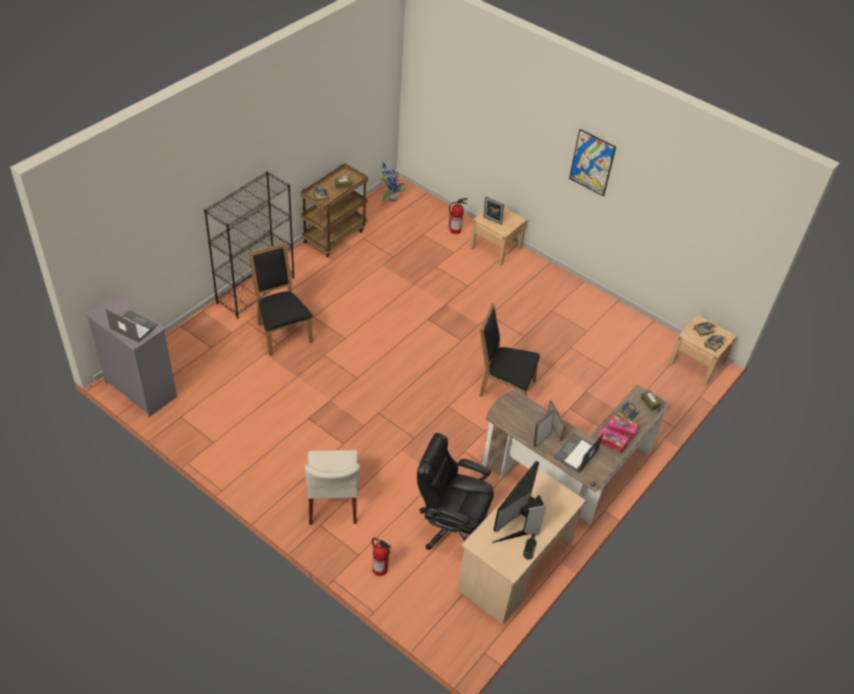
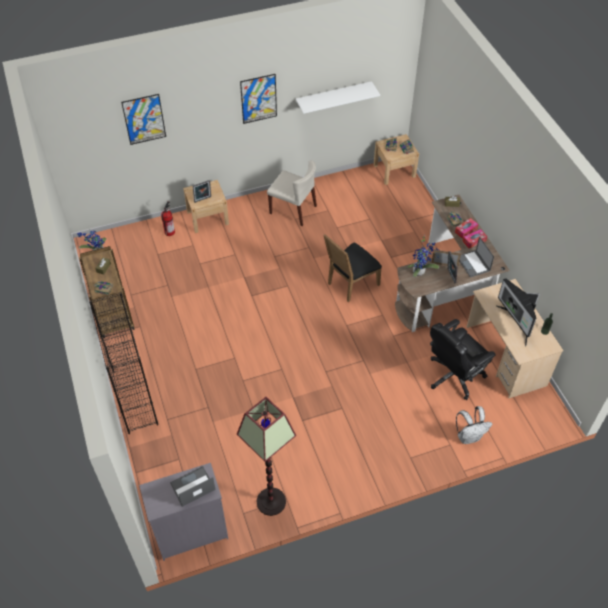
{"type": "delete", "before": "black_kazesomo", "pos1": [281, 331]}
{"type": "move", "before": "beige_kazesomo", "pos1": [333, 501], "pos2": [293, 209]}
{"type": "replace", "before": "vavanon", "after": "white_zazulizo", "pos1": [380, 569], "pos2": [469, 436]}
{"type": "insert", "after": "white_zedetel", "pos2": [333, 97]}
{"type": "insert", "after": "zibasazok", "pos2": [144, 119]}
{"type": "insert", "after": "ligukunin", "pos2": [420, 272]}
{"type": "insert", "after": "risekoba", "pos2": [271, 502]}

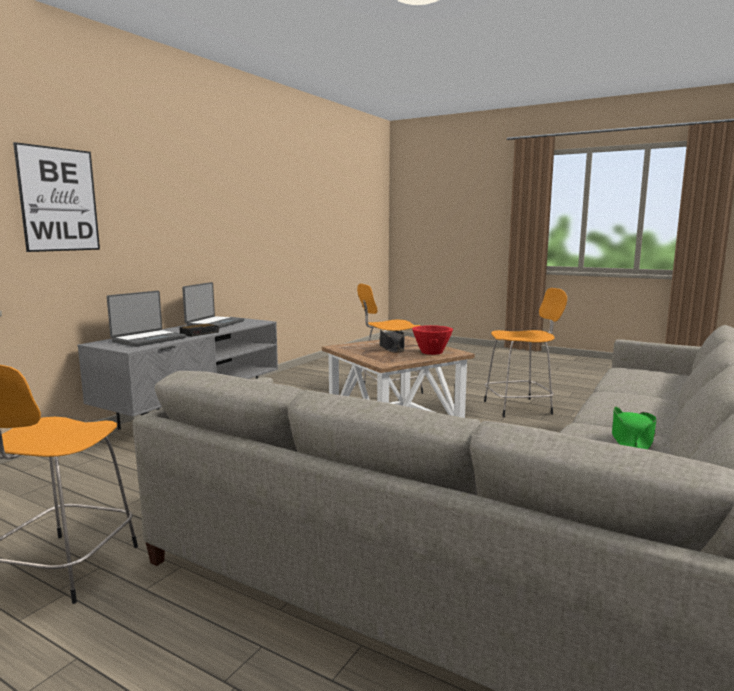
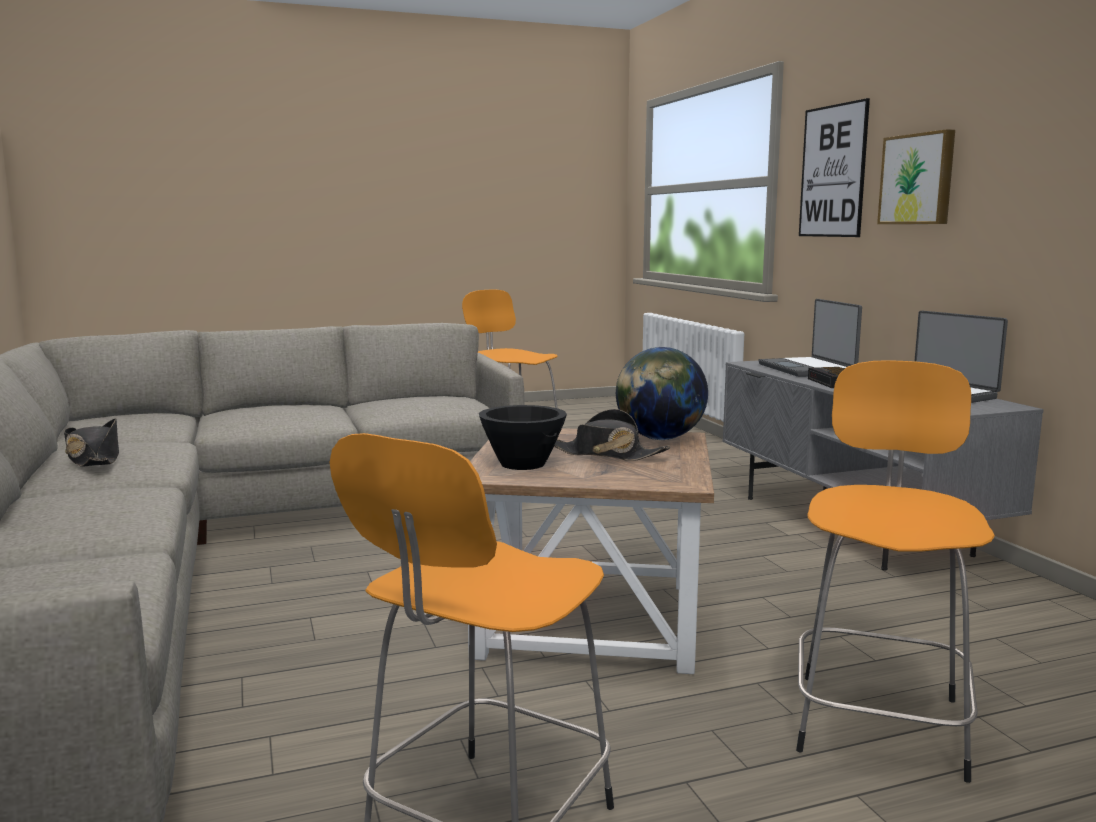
{"type": "recolor", "before": "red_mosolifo", "after": "black_mosolifo", "pos1": [432, 352], "pos2": [522, 464]}
{"type": "recolor", "before": "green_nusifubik", "after": "black_nusifubik", "pos1": [631, 440], "pos2": [94, 458]}
{"type": "insert", "after": "zibasazok", "pos2": [918, 179]}
{"type": "insert", "after": "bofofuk", "pos2": [660, 438]}

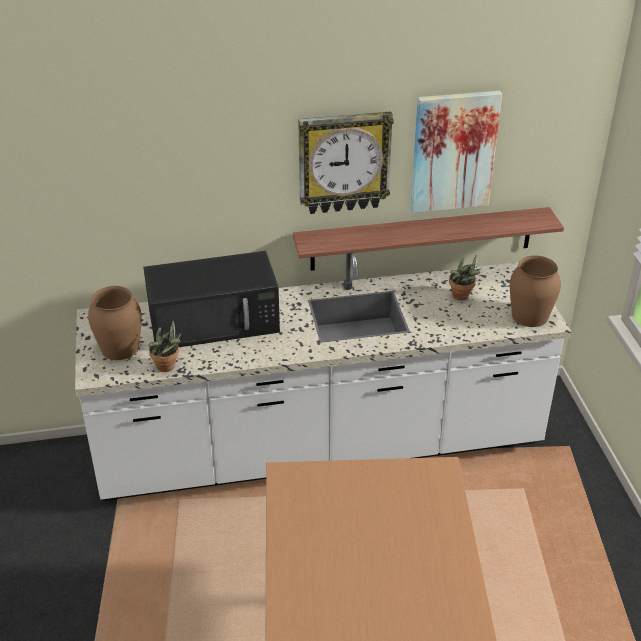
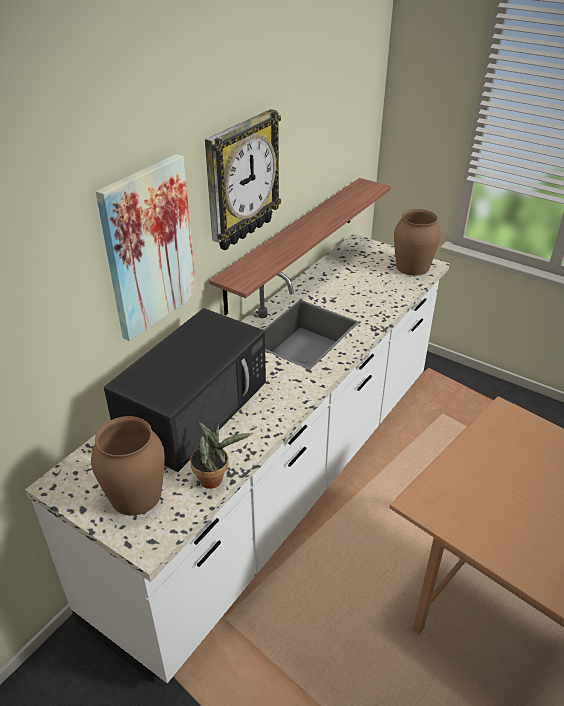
{"type": "move", "before": "zibasazok", "pos1": [453, 151], "pos2": [148, 248]}
{"type": "delete", "before": "ligukunin", "pos1": [463, 297]}

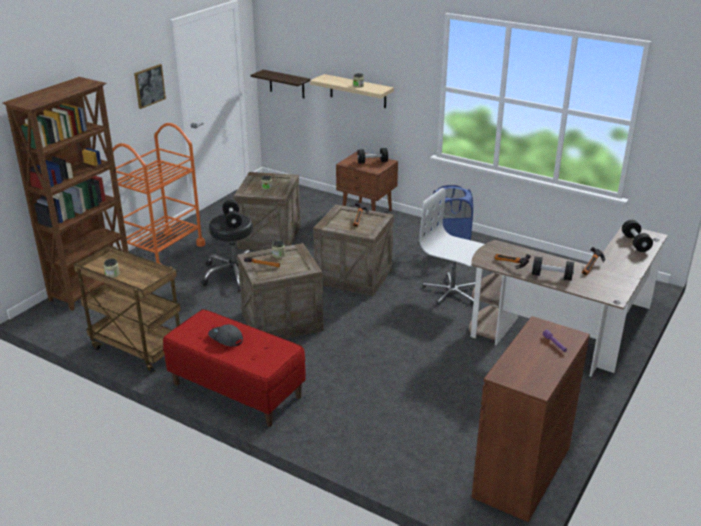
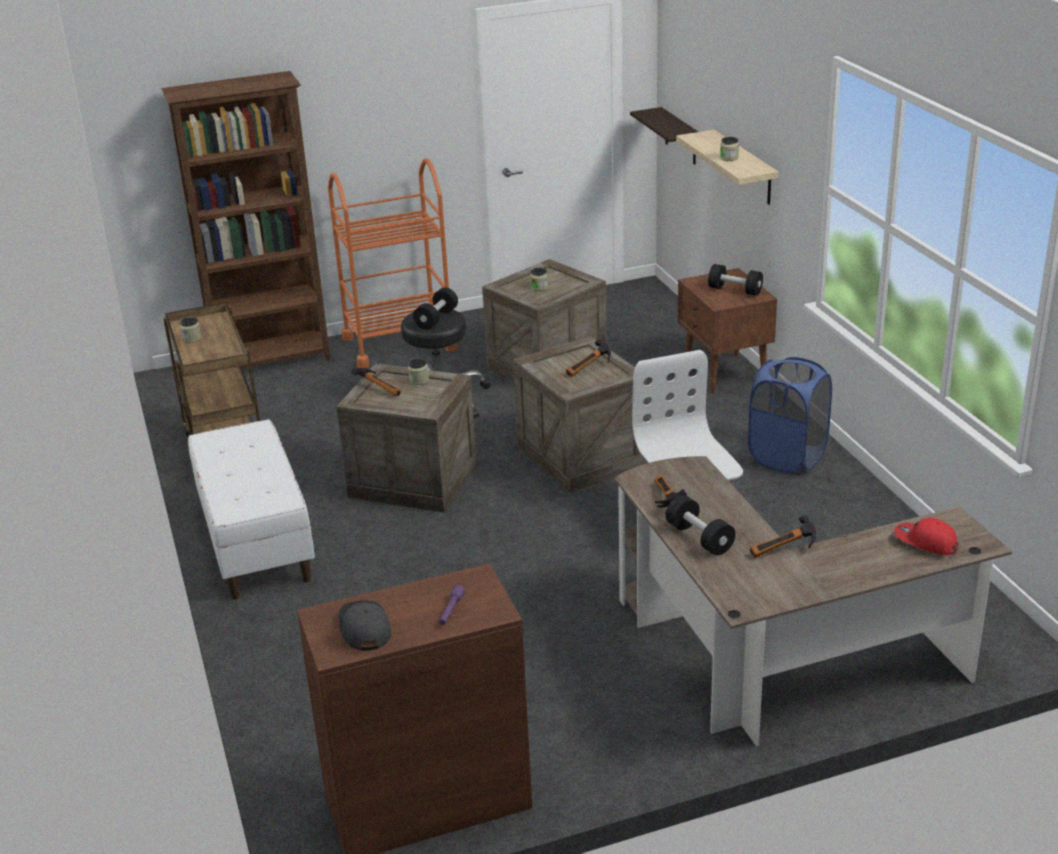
{"type": "delete", "before": "zibasazok", "pos1": [149, 86]}
{"type": "replace", "before": "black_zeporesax", "after": "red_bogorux", "pos1": [635, 243], "pos2": [925, 542]}
{"type": "recolor", "before": "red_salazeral", "after": "white_salazeral", "pos1": [236, 390], "pos2": [255, 542]}
{"type": "move", "before": "grey_bogorux", "pos1": [225, 338], "pos2": [364, 628]}

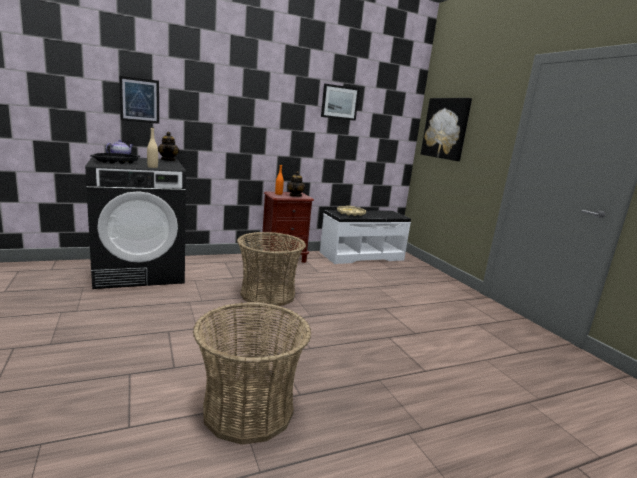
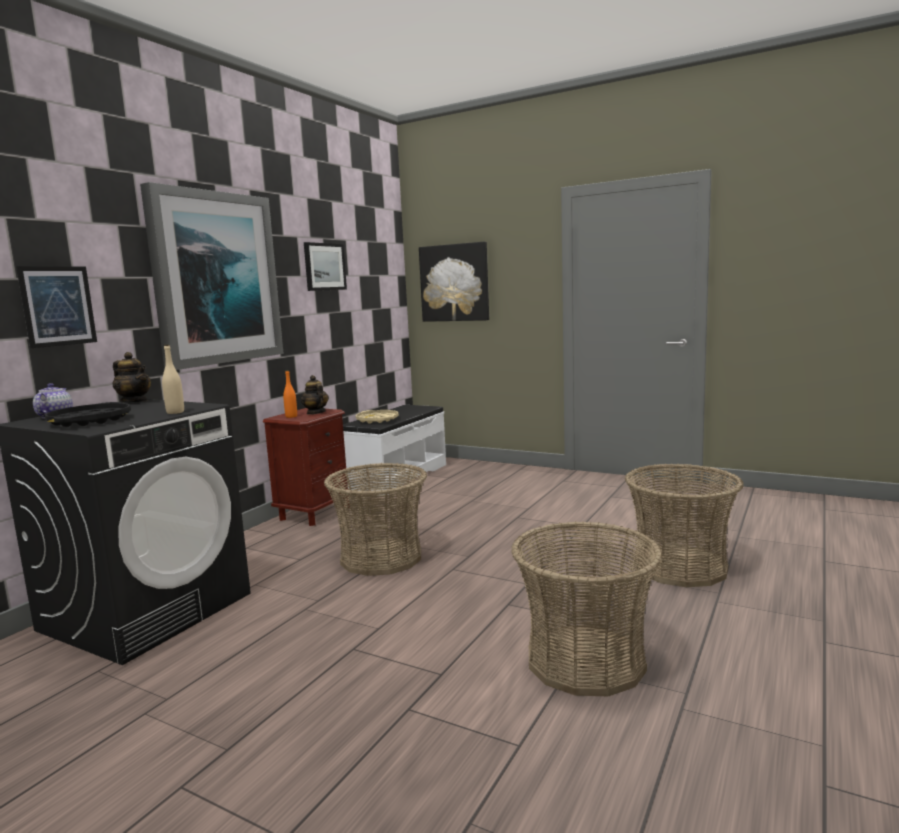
{"type": "insert", "after": "zibasazok", "pos2": [215, 278]}
{"type": "insert", "after": "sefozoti", "pos2": [680, 567]}

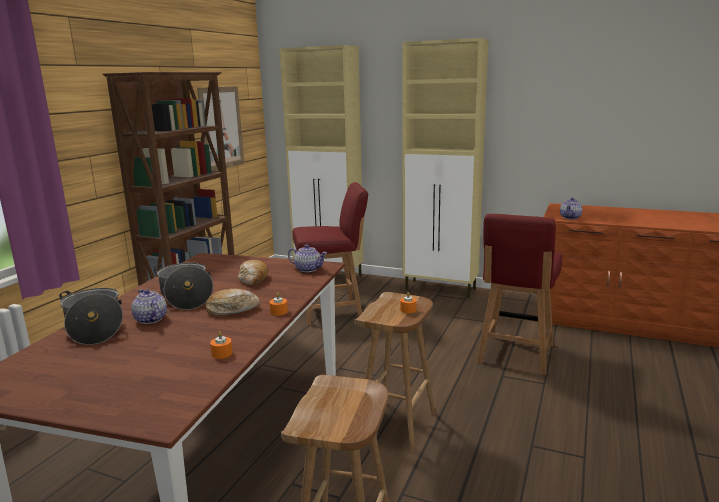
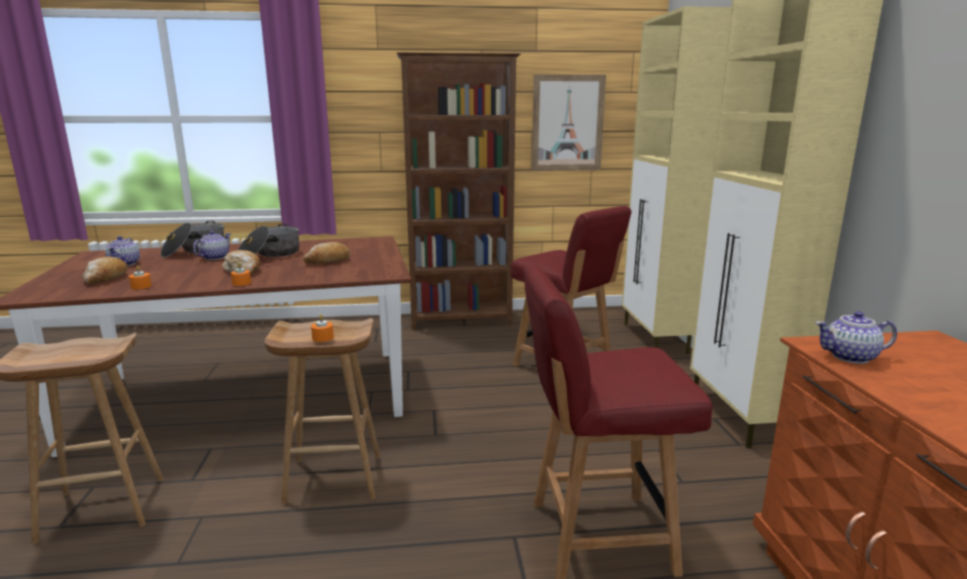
{"type": "move", "before": "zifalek", "pos1": [308, 269], "pos2": [125, 264]}
{"type": "insert", "after": "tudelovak", "pos2": [105, 278]}

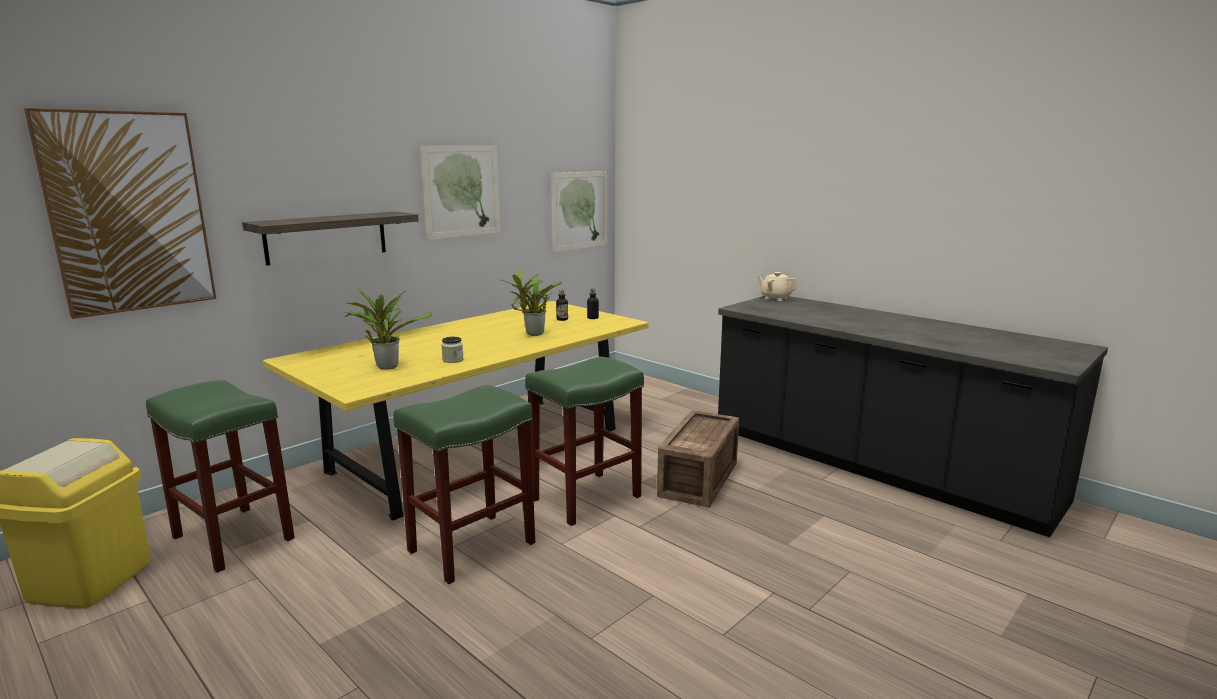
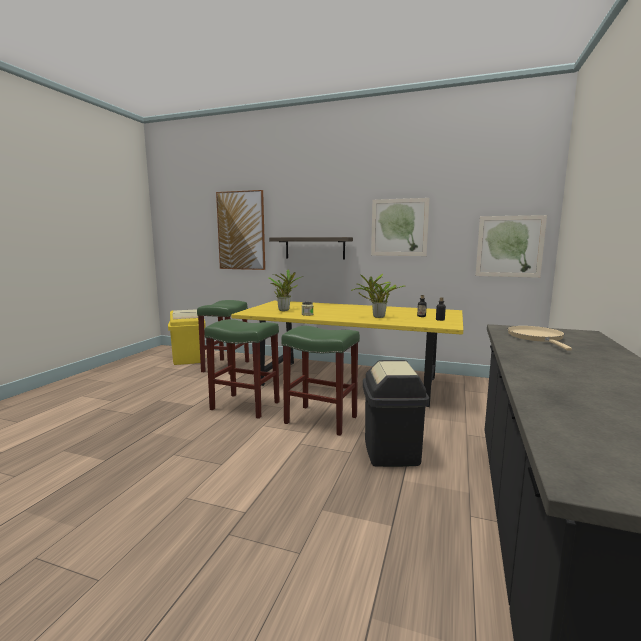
{"type": "delete", "before": "beige_zifalek", "pos1": [775, 298]}
{"type": "replace", "before": "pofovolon", "after": "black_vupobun", "pos1": [701, 479], "pos2": [392, 452]}
{"type": "insert", "after": "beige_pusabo", "pos2": [536, 338]}

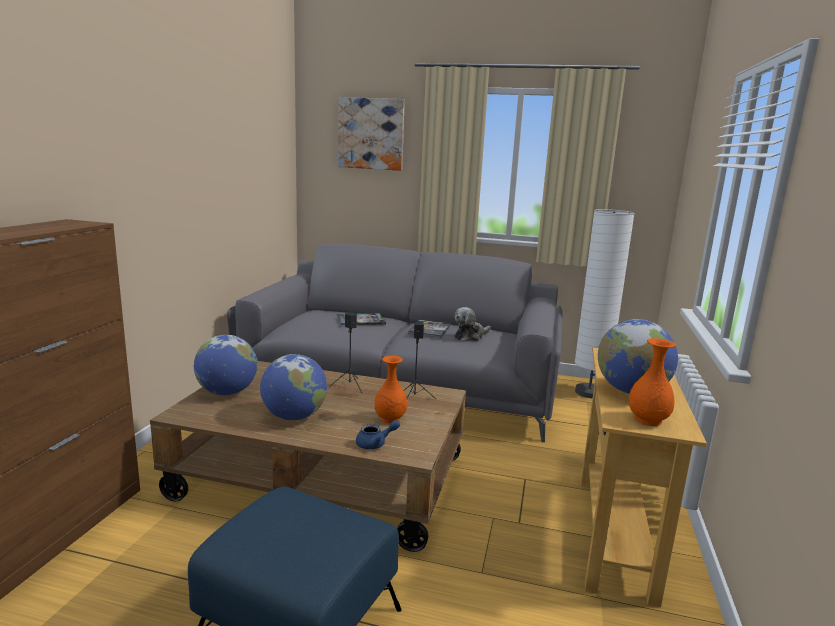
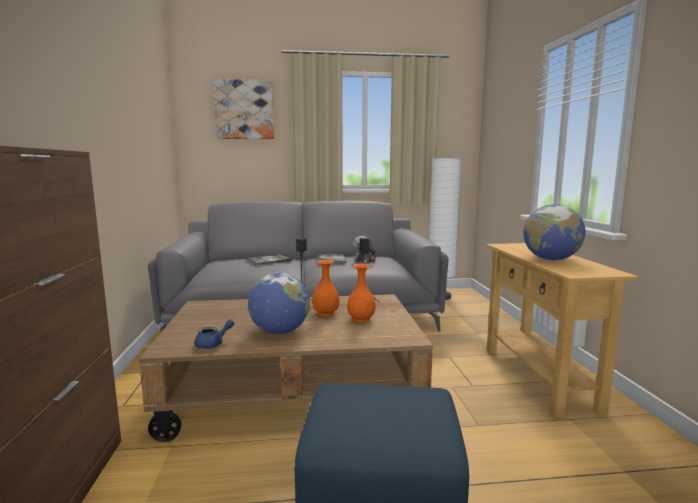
{"type": "delete", "before": "bofofuk", "pos1": [227, 392]}
{"type": "move", "before": "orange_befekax", "pos1": [648, 420], "pos2": [326, 313]}
{"type": "move", "before": "blue_zifalek", "pos1": [375, 444], "pos2": [213, 344]}

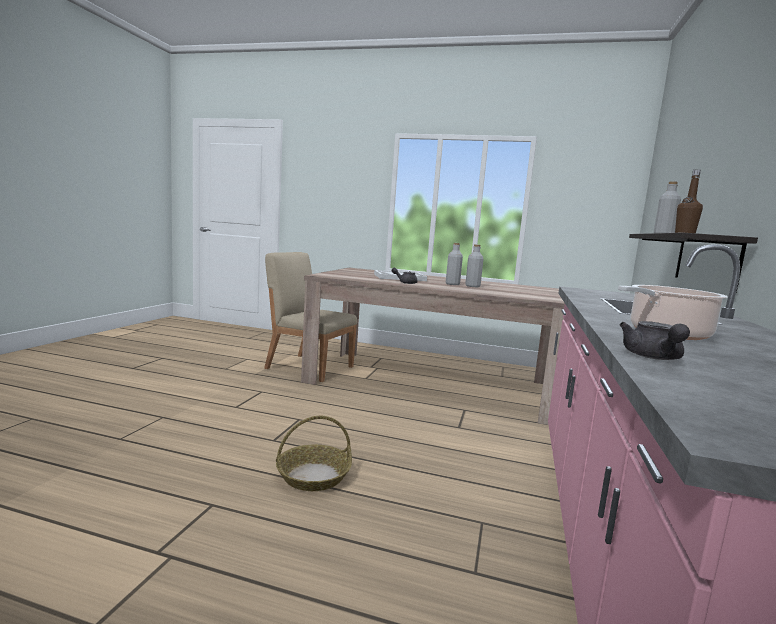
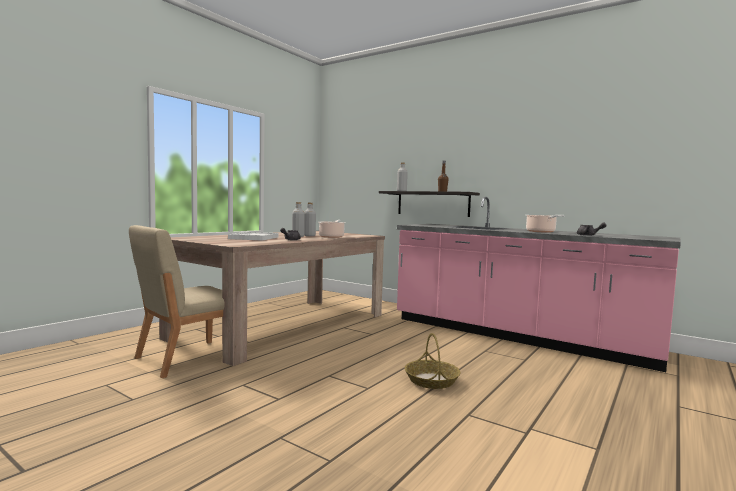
{"type": "insert", "after": "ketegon", "pos2": [332, 237]}

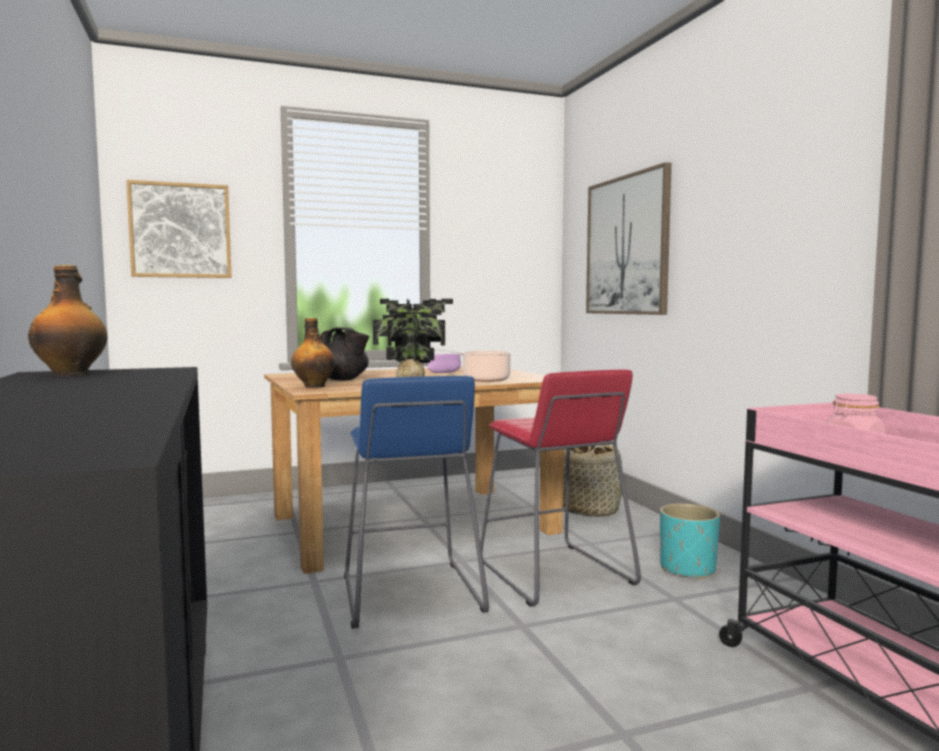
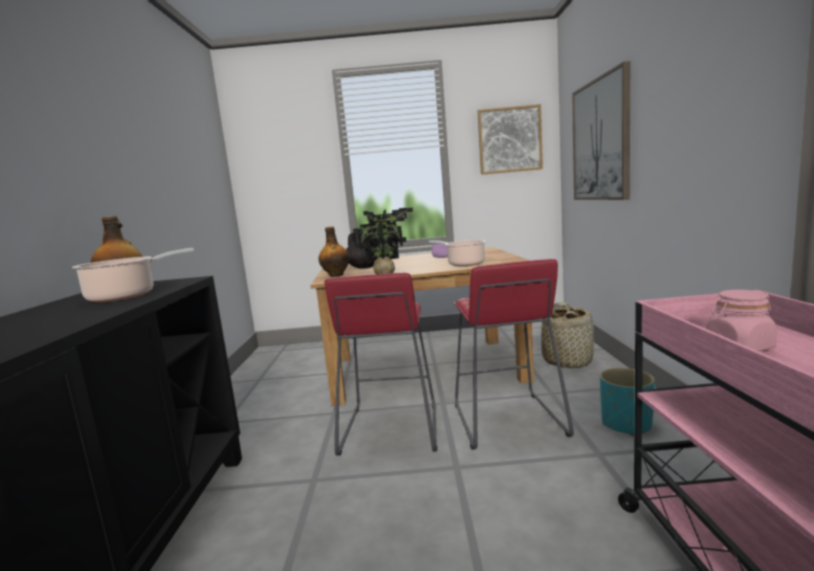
{"type": "move", "before": "zibasazok", "pos1": [180, 230], "pos2": [509, 140]}
{"type": "recolor", "before": "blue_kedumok", "after": "red_kedumok", "pos1": [410, 594], "pos2": [390, 429]}
{"type": "insert", "after": "ketegon", "pos2": [126, 296]}

